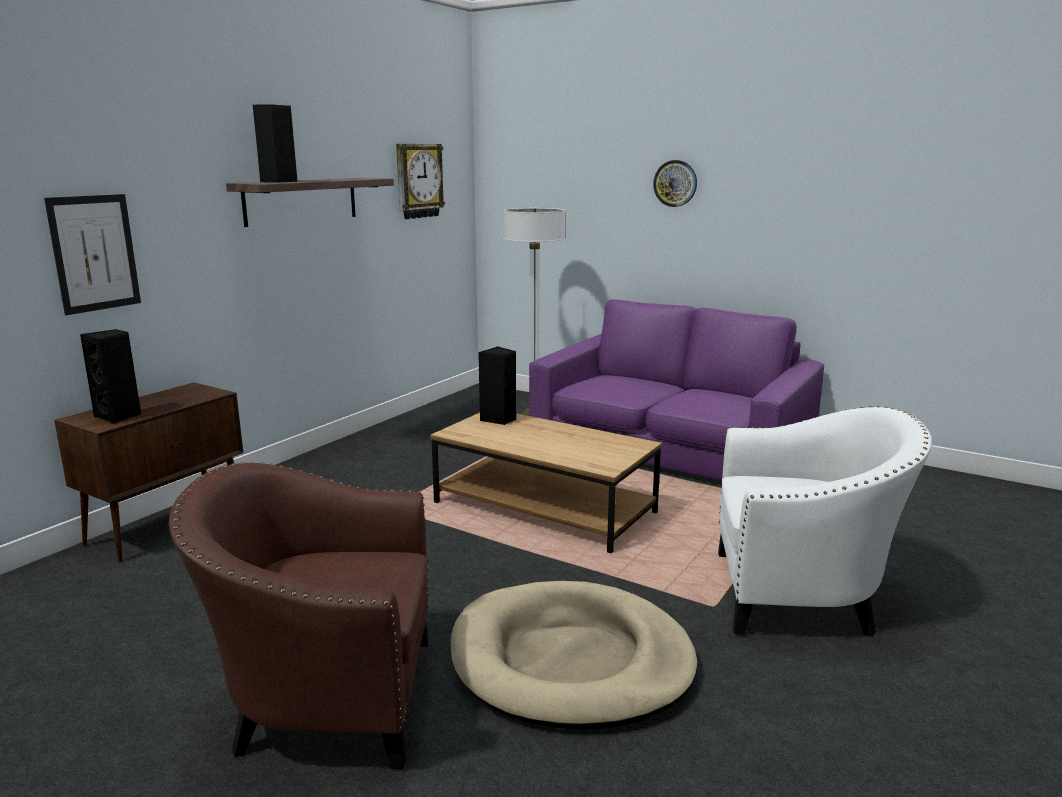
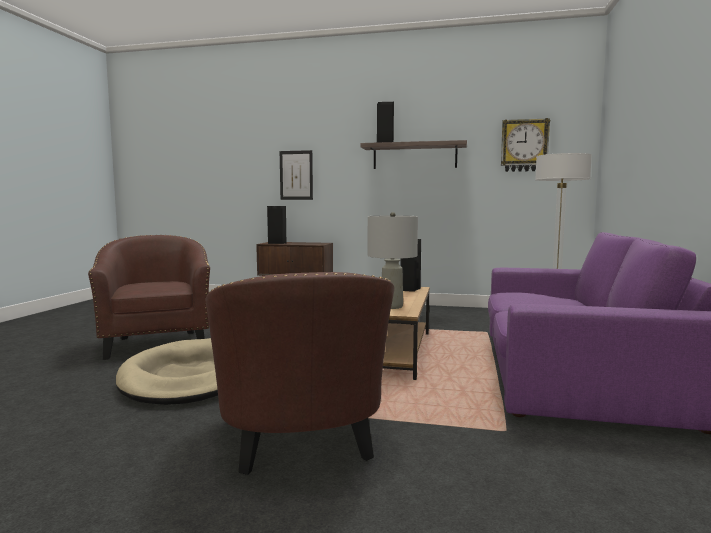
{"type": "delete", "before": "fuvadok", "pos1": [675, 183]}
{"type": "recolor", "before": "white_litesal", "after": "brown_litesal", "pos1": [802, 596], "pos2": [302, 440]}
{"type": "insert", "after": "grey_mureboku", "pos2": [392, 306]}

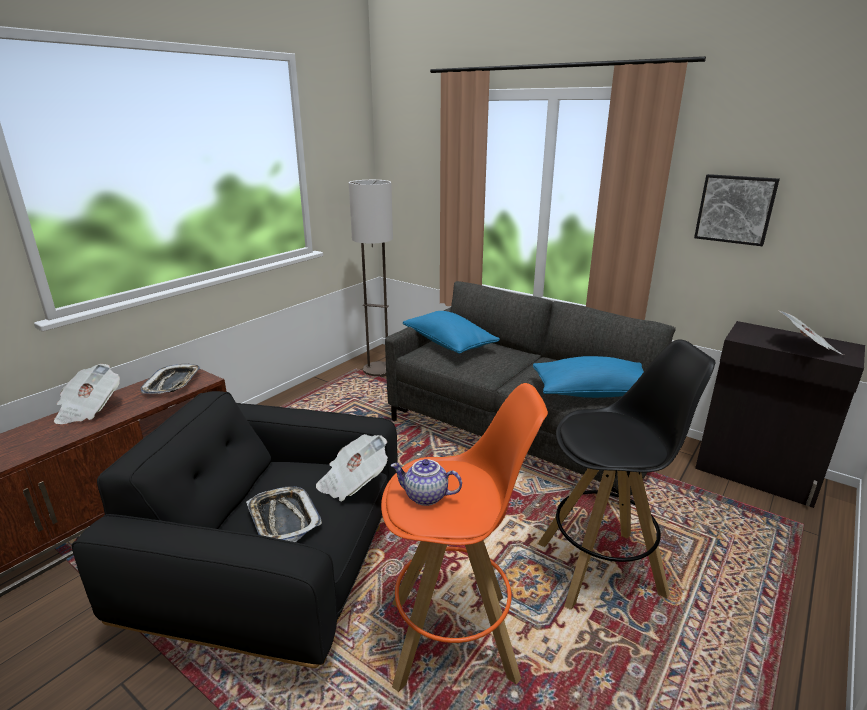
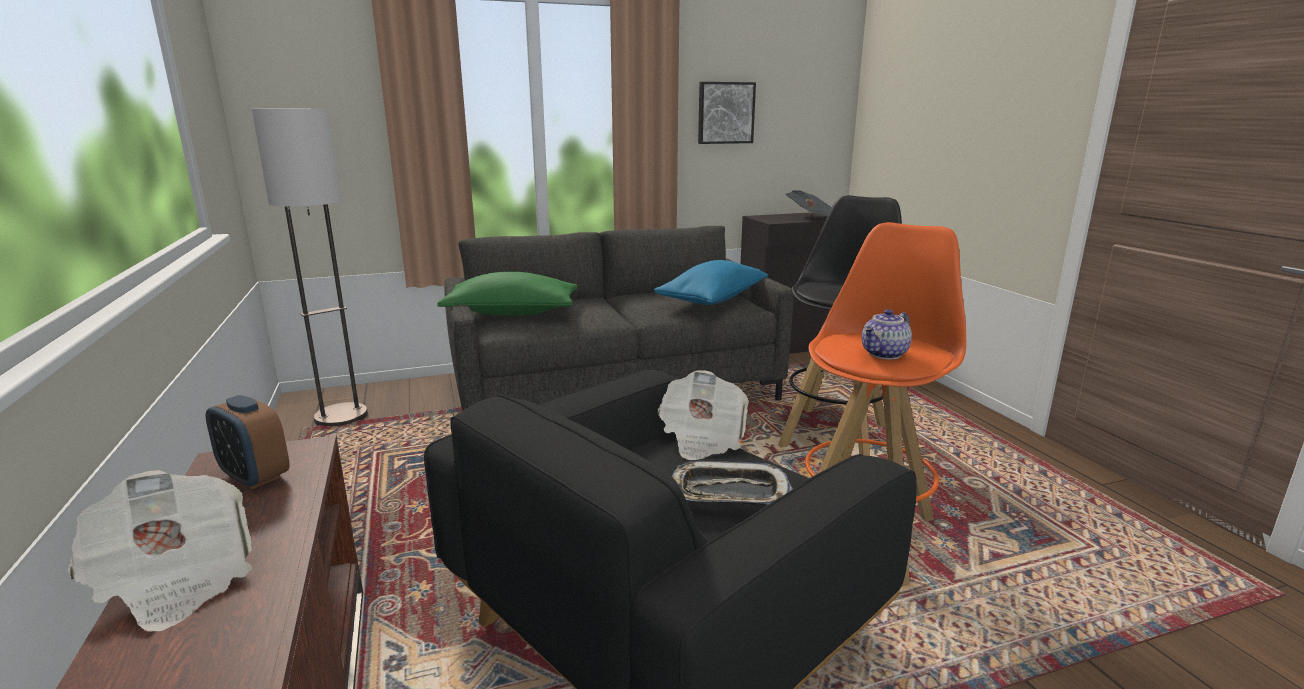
{"type": "recolor", "before": "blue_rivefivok", "after": "green_rivefivok", "pos1": [449, 344], "pos2": [512, 313]}
{"type": "replace", "before": "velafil", "after": "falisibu", "pos1": [173, 383], "pos2": [254, 477]}

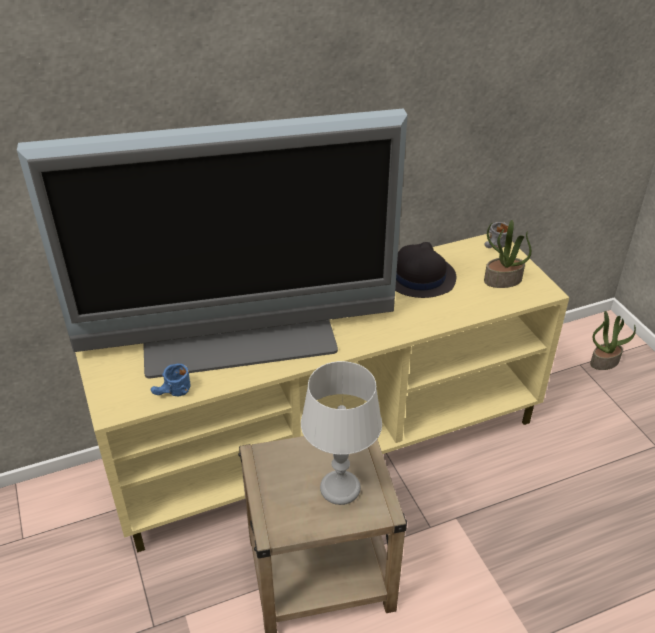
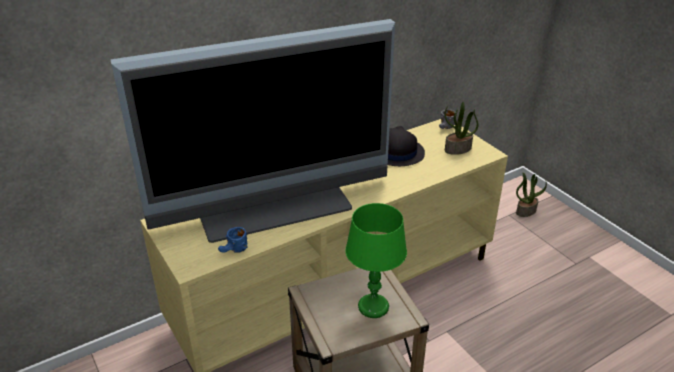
{"type": "recolor", "before": "grey_mureboku", "after": "green_mureboku", "pos1": [339, 488], "pos2": [373, 307]}

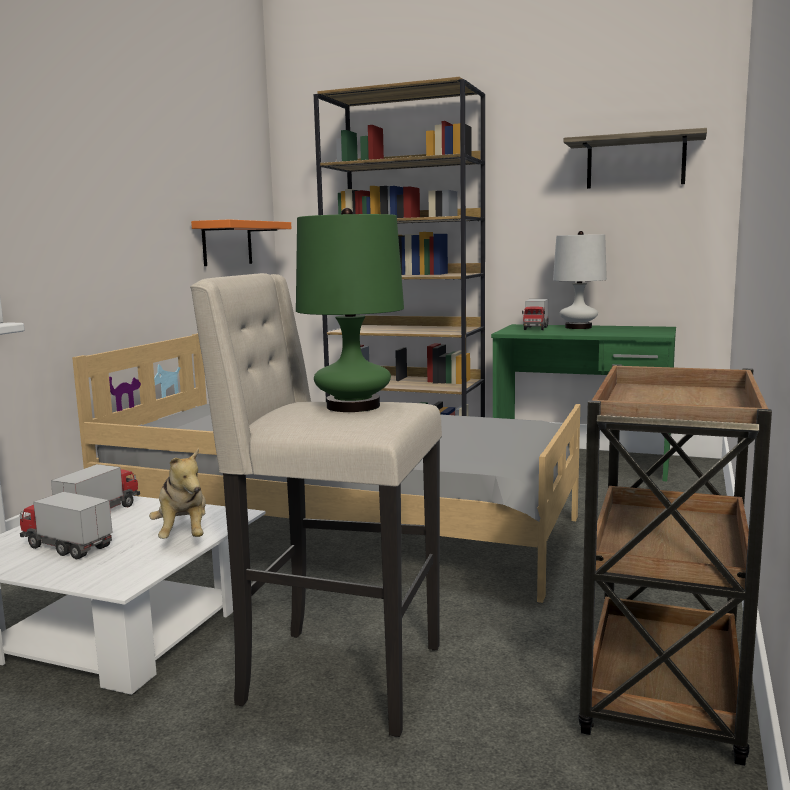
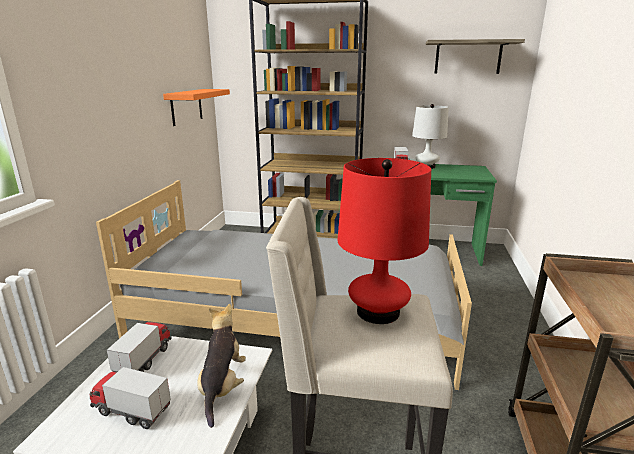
{"type": "recolor", "before": "green_mureboku", "after": "red_mureboku", "pos1": [353, 406], "pos2": [378, 312]}
{"type": "rotate", "before": "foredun", "pos1": [184, 535], "pos2": [222, 386], "turn": -150}

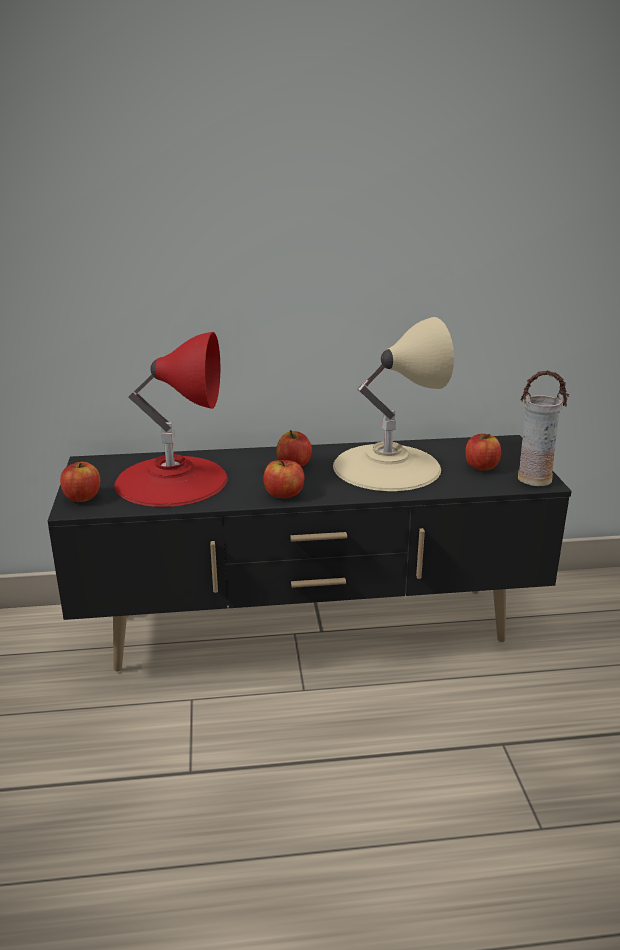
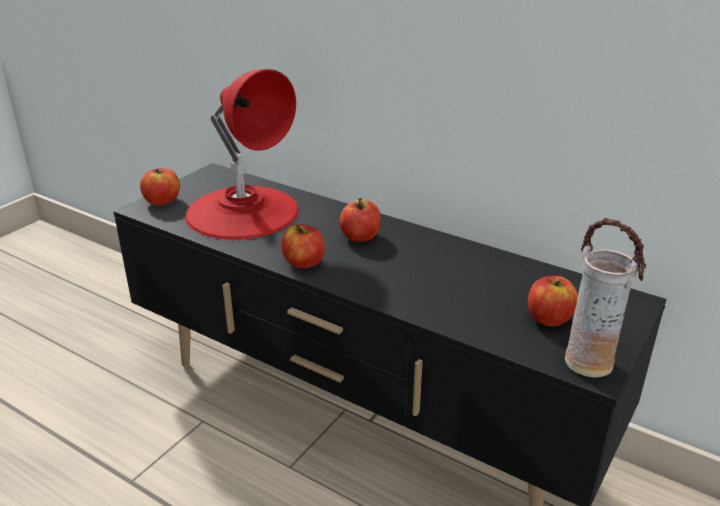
{"type": "delete", "before": "beige_mureboku", "pos1": [386, 466]}

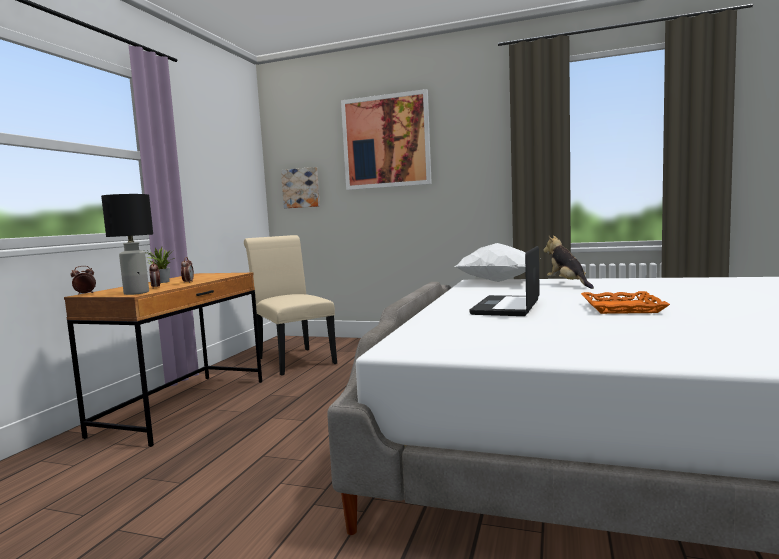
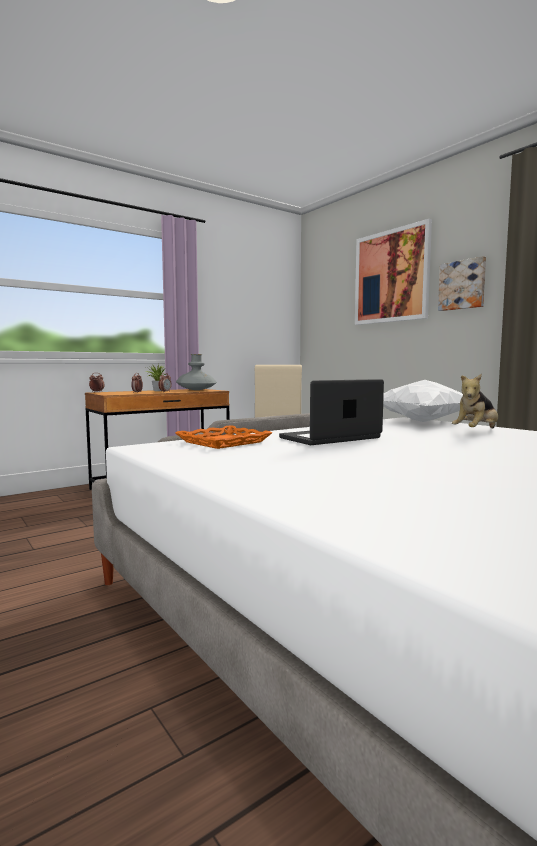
{"type": "move", "before": "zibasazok", "pos1": [301, 188], "pos2": [462, 285]}
{"type": "delete", "before": "black_mureboku", "pos1": [136, 293]}
{"type": "rotate", "before": "foredun", "pos1": [568, 284], "pos2": [476, 432], "turn": -150}
{"type": "move", "before": "orange_velafil", "pos1": [620, 308], "pos2": [223, 442]}
{"type": "insert", "after": "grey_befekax", "pos2": [196, 390]}

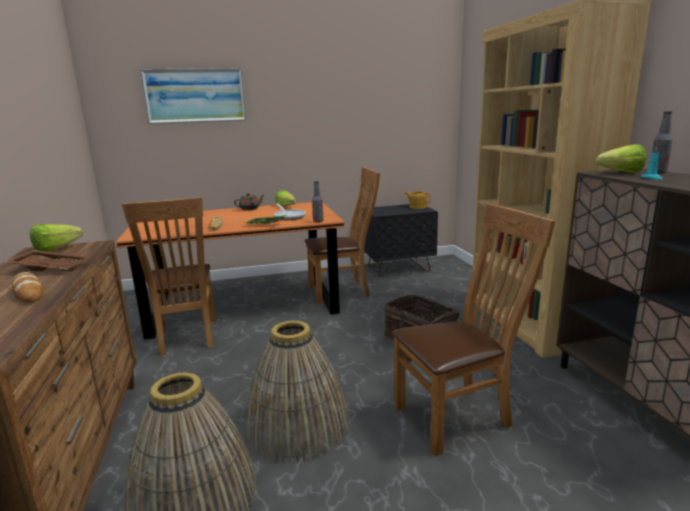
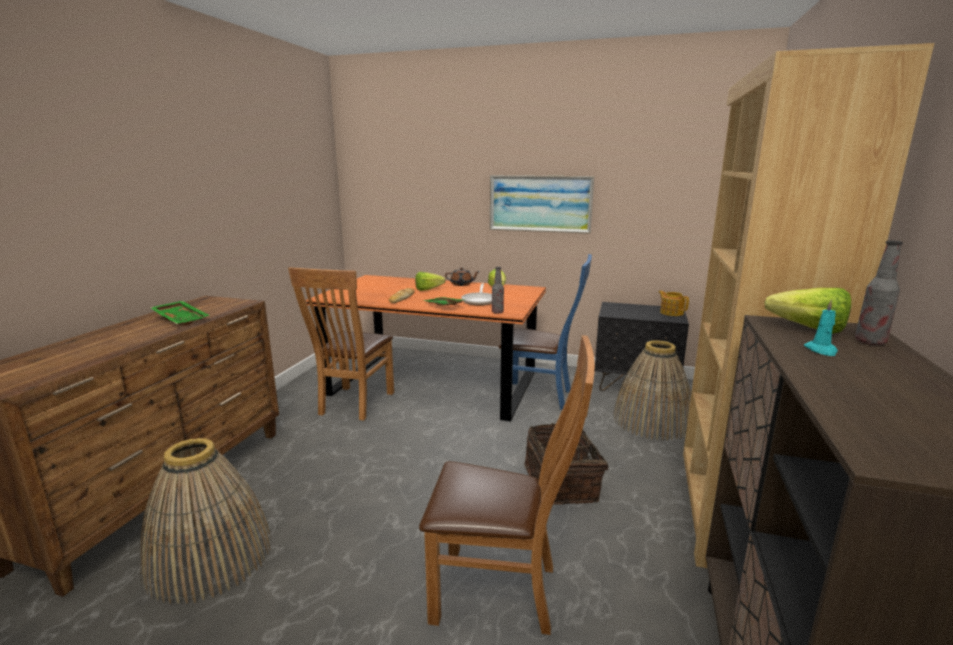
{"type": "move", "before": "zibasazok", "pos1": [195, 95], "pos2": [540, 203]}
{"type": "recolor", "before": "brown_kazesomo", "after": "blue_kazesomo", "pos1": [343, 291], "pos2": [541, 396]}
{"type": "move", "before": "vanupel", "pos1": [60, 249], "pos2": [430, 290]}
{"type": "recolor", "before": "brown_velafil", "after": "green_velafil", "pos1": [52, 268], "pos2": [182, 319]}
{"type": "delete", "before": "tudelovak", "pos1": [28, 292]}
{"type": "move", "before": "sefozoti", "pos1": [297, 426], "pos2": [652, 420]}

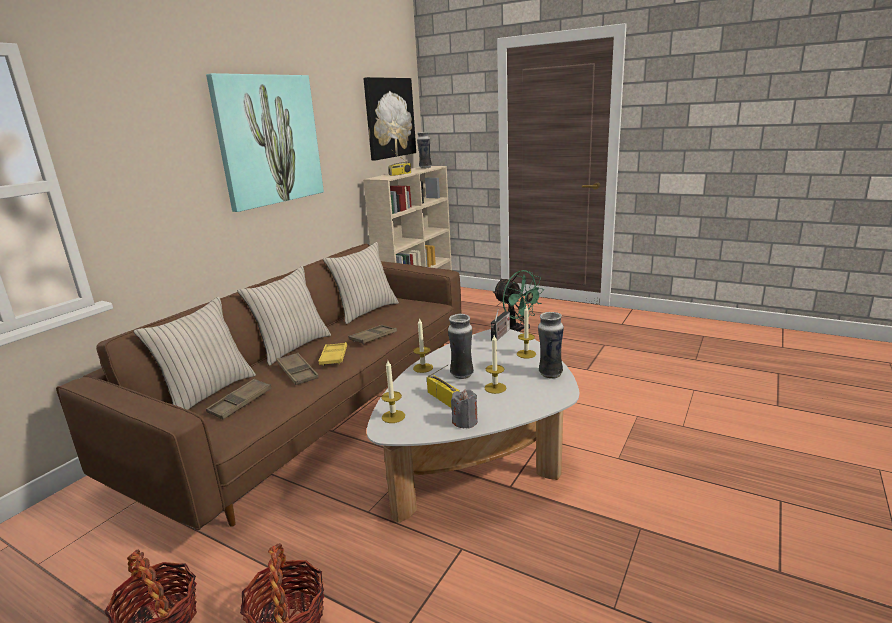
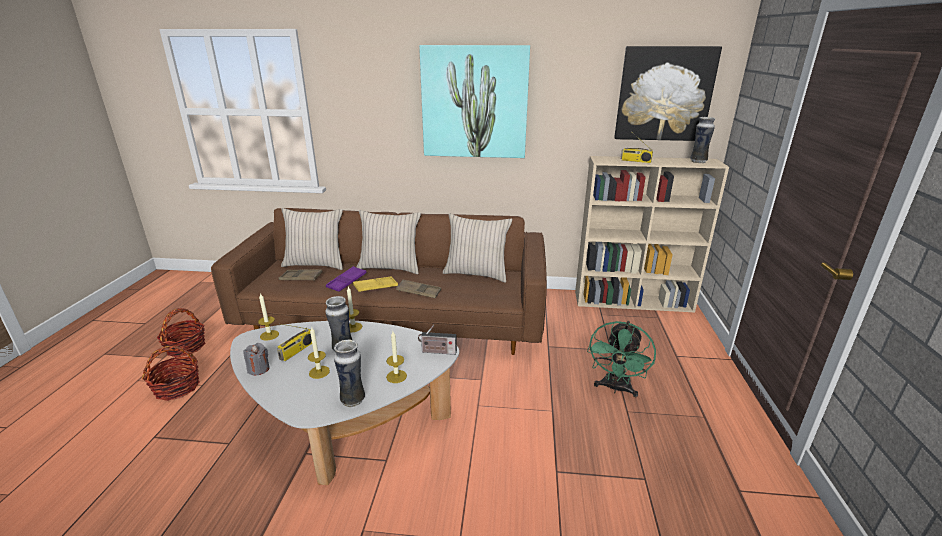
{"type": "recolor", "before": "brown_velafil", "after": "purple_velafil", "pos1": [297, 372], "pos2": [347, 282]}

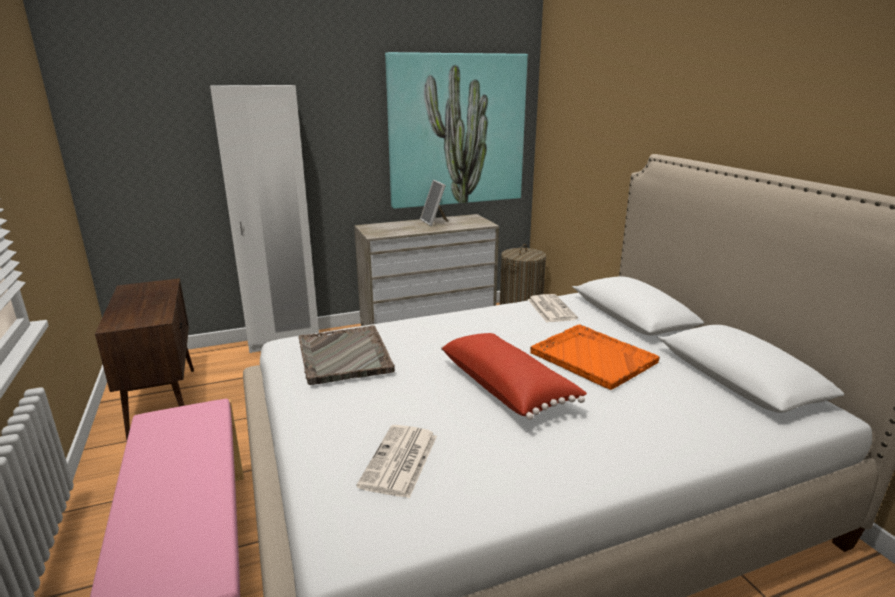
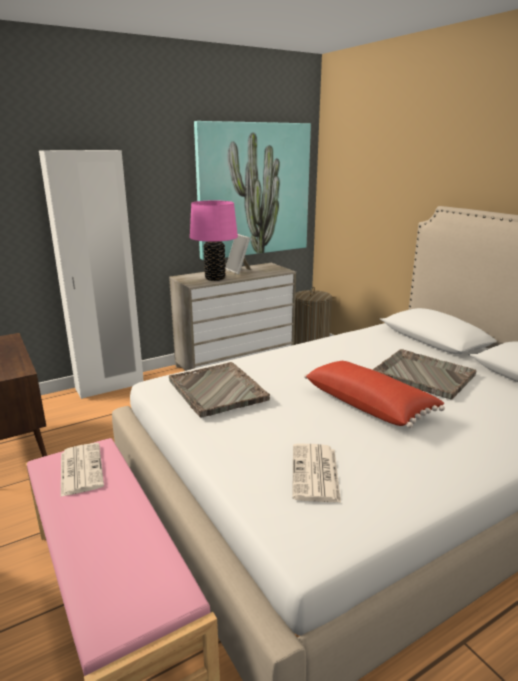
{"type": "move", "before": "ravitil", "pos1": [550, 309], "pos2": [80, 469]}
{"type": "recolor", "before": "orange_velafil", "after": "grey_velafil", "pos1": [592, 357], "pos2": [422, 375]}
{"type": "insert", "after": "pink_mureboku", "pos2": [215, 278]}

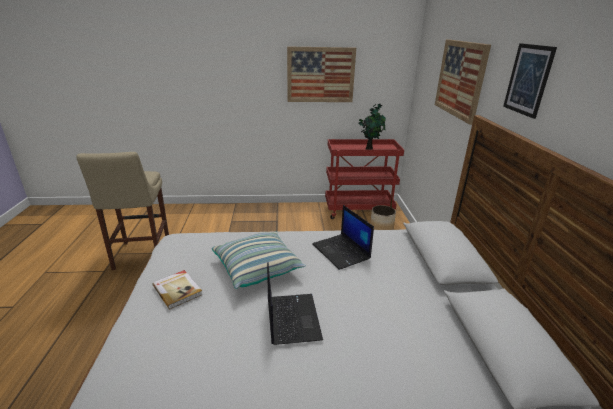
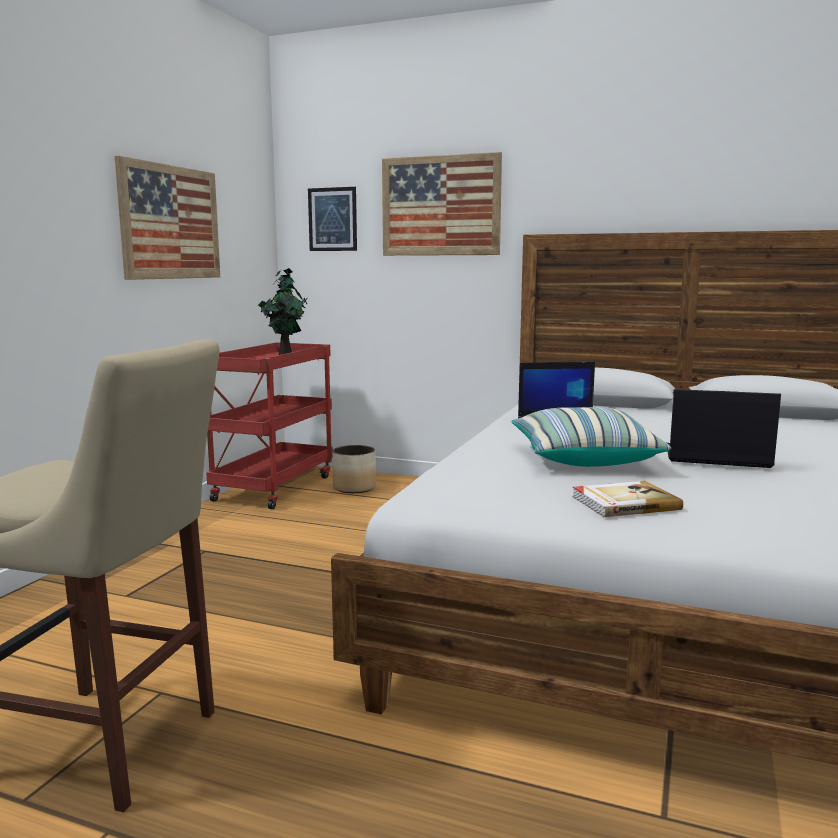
{"type": "move", "before": "zibasazok", "pos1": [528, 80], "pos2": [332, 219]}

